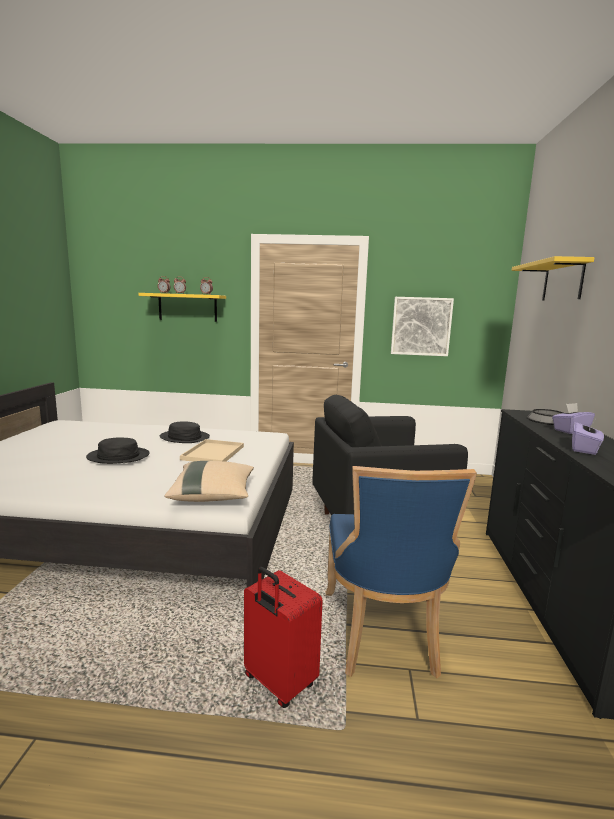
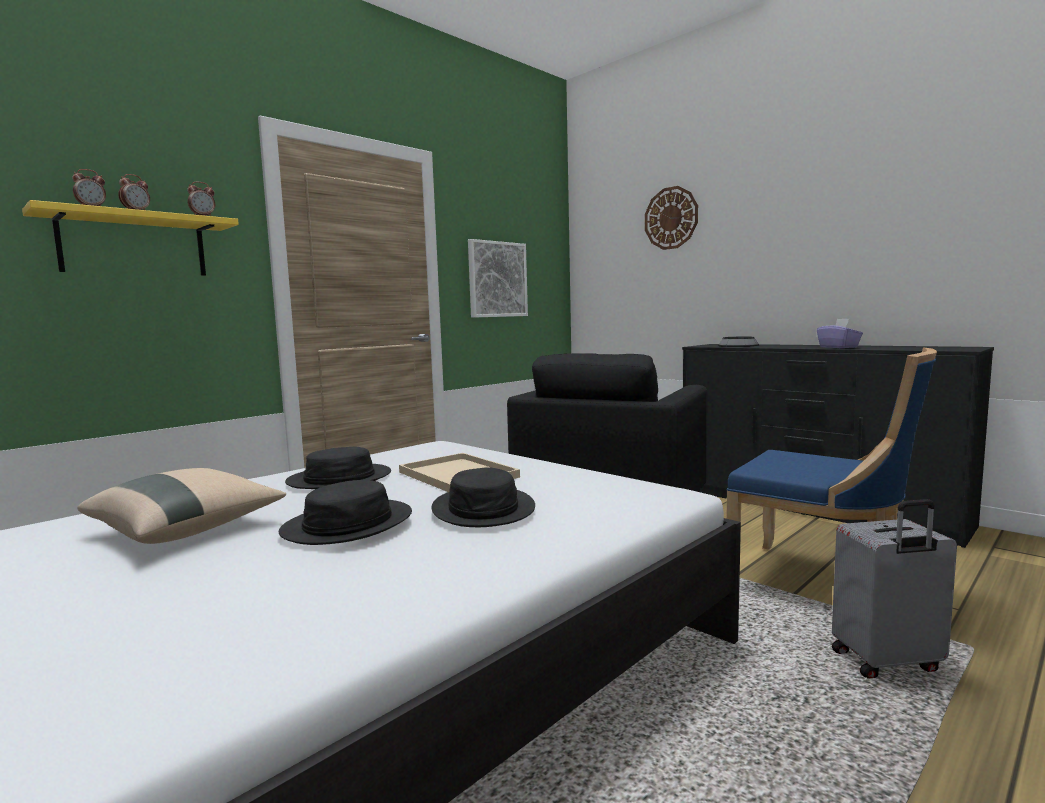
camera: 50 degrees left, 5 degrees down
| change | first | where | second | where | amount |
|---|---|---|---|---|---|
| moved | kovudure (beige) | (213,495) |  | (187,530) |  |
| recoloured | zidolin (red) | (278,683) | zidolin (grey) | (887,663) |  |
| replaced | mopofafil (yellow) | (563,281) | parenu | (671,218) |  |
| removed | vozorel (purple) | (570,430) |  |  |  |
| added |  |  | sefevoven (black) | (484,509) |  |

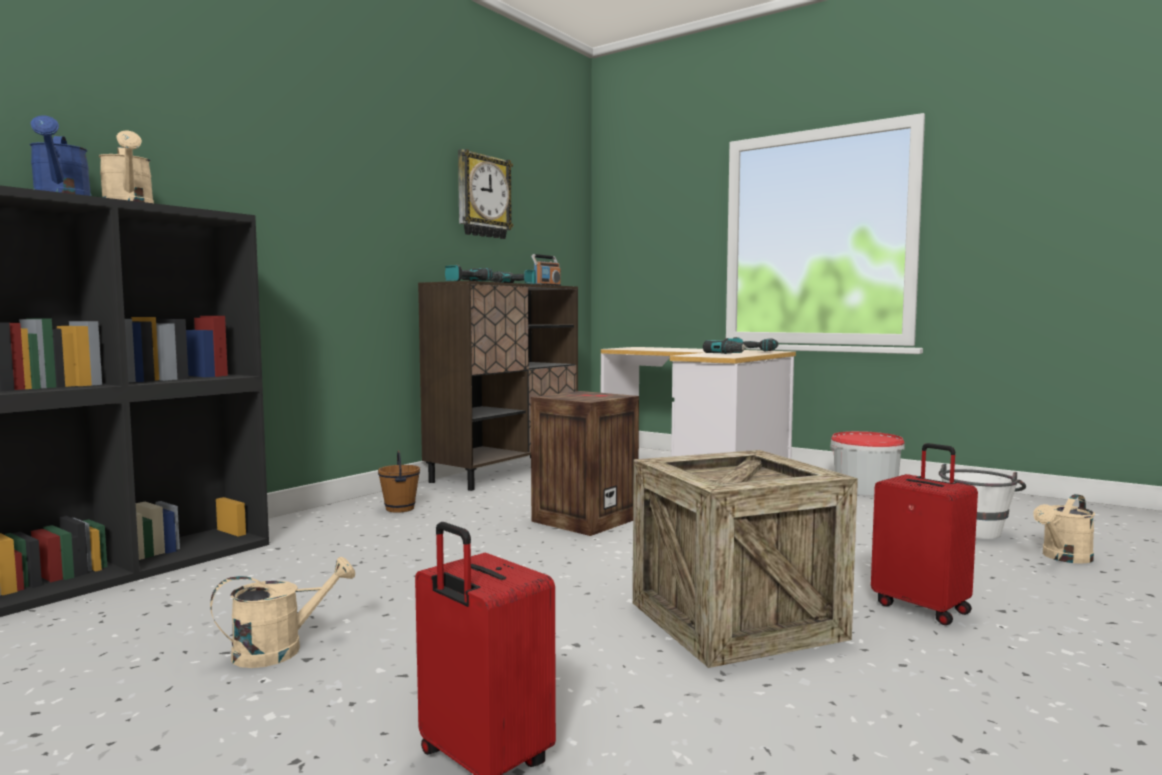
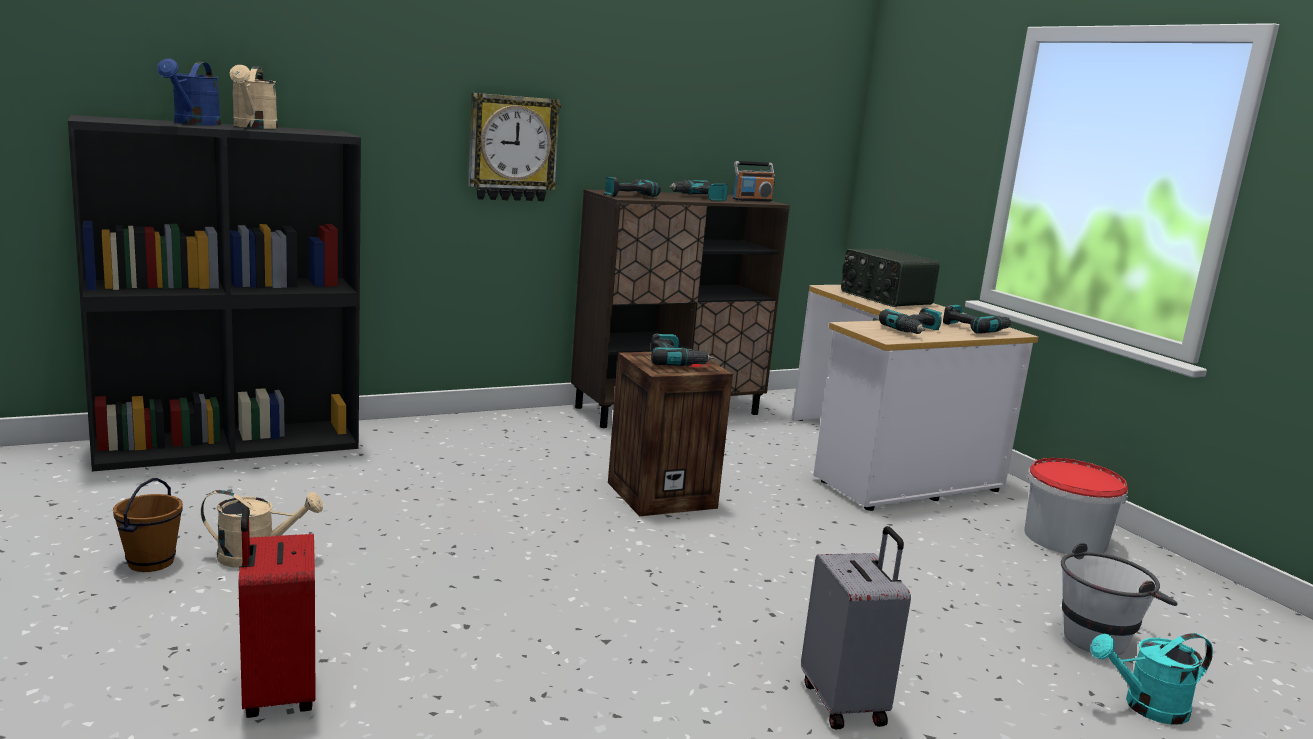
camera: 25 degrees right, 10 degrees up
| change | first | where | second | where | amount |
|---|---|---|---|---|---|
| moved | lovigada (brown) | (399,509) |  | (150,562) |  |
| moved | parenu | (483,196) |  | (512,148) |  |
| removed | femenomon | (735,620) |  |  |  |
| recoloured | zidolin (red) | (922,607) | zidolin (grey) | (845,703) |  |
| recoloured | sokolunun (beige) | (1063,558) | sokolunun (turquoise) | (1146,707) |  |
| added |  |  | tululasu | (675,361) |  |
| added |  |  | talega | (884,298) |  |

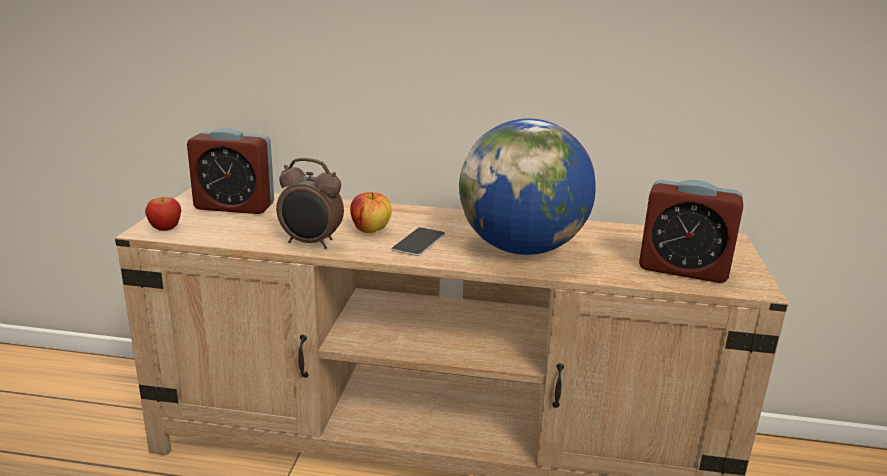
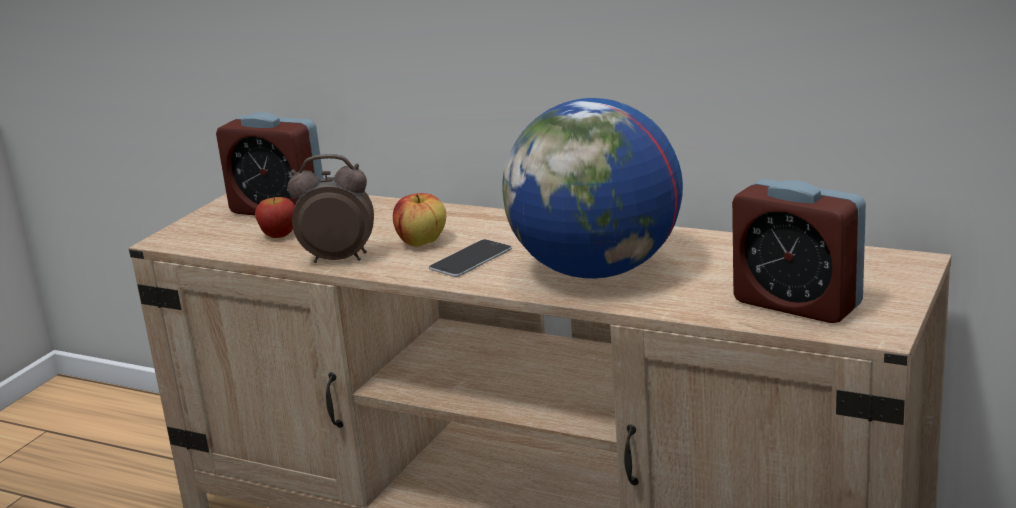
camera: 20 degrees right, 0 degrees up
| change | first | where | second | where | amount |
|---|---|---|---|---|---|
| moved | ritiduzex | (165,228) |  | (279,235) |  |
| turned | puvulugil | (311,243) |  | (339,258) | 150 degrees clockwise |

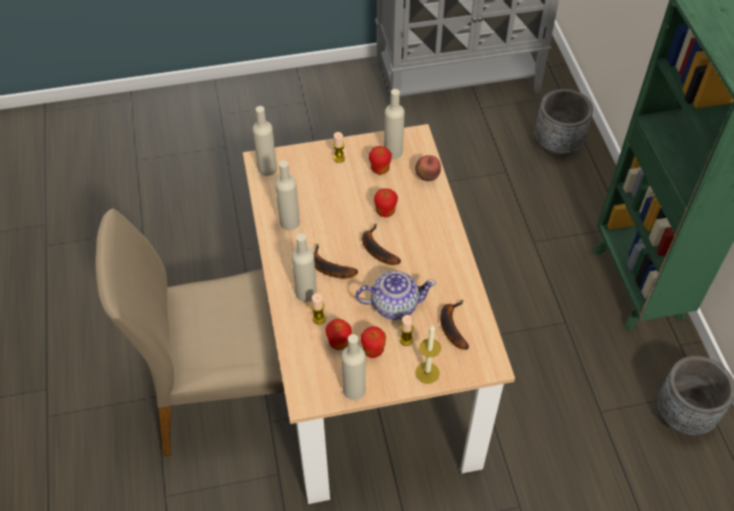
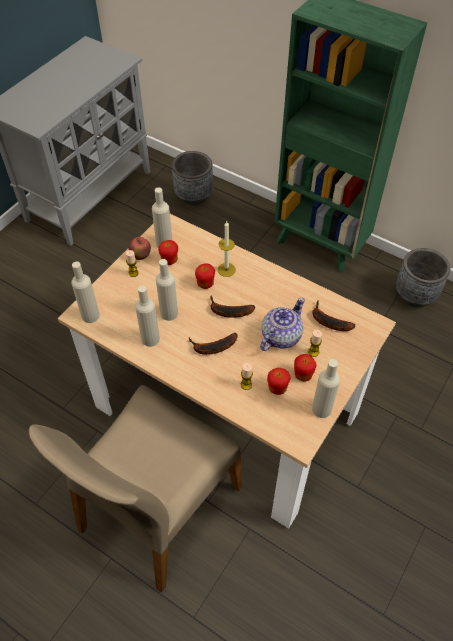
camera: 45 degrees left, 0 degrees up
| change | first | where | second | where | amount |
|---|---|---|---|---|---|
| moved | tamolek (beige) | (306,293) |  | (169,313) |  |
| moved | ritiduzex | (427,177) |  | (140,256) |  |
| moved | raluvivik | (427,373) |  | (226,269) |  |

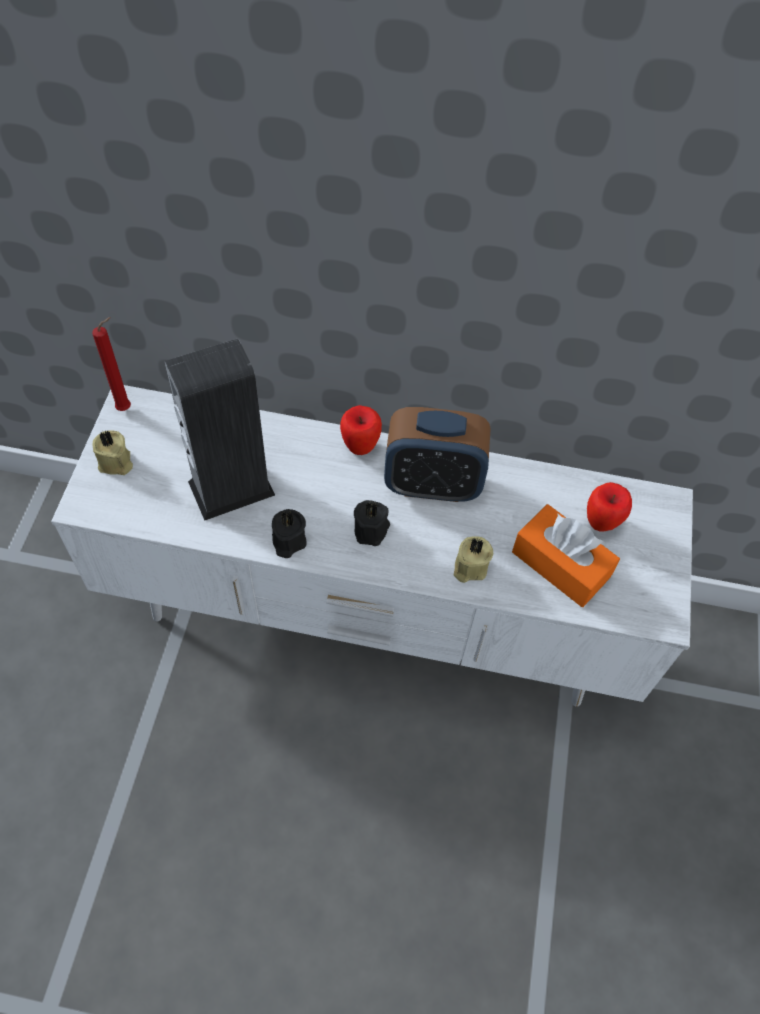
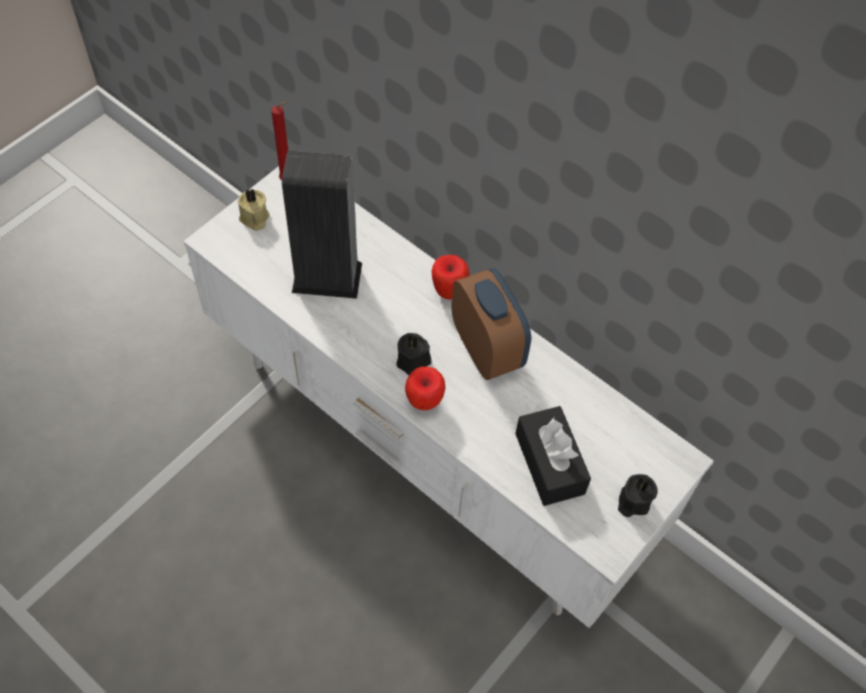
camera: 30 degrees right, 0 degrees up
| change | first | where | second | where | amount |
|---|---|---|---|---|---|
| moved | raluvivik (black) | (287,541) |  | (632,502) |  |
| turned | puvulugil | (432,484) |  | (487,348) | 150 degrees counterclockwise |
| removed | raluvivik (beige) | (469,567) |  |  |  |
| recoloured | vozorel (orange) | (560,564) | vozorel (black) | (549,463) |  |
| moved | ritiduzex | (601,523) |  | (424,403) |  |

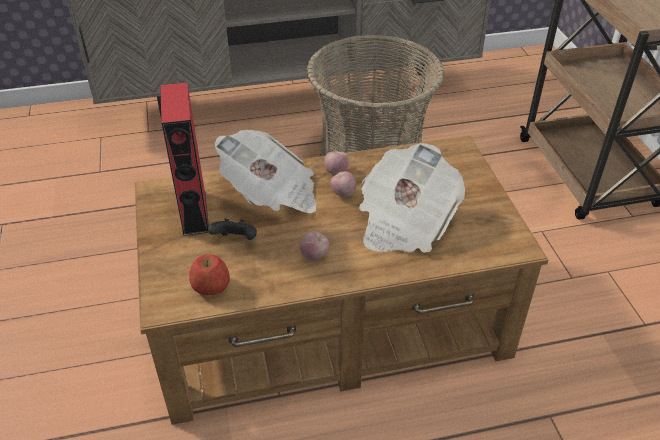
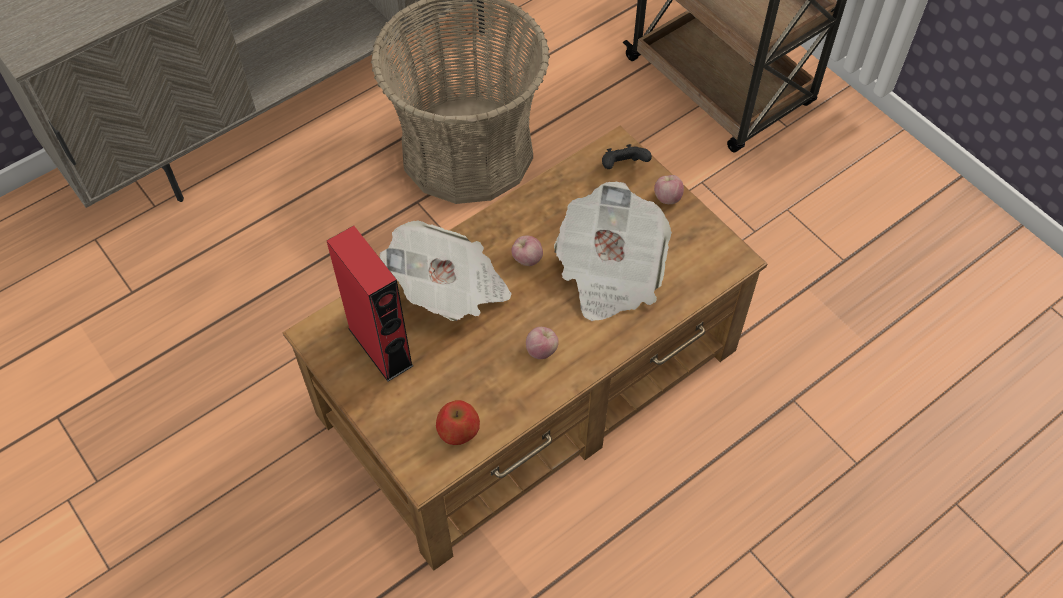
camera: 25 degrees left, 15 degrees up
| change | first | where | second | where | amount |
|---|---|---|---|---|---|
| moved | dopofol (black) | (236,240) |  | (623,166) |  |
| moved | ritiduzex | (336,172) |  | (667,198) |  |

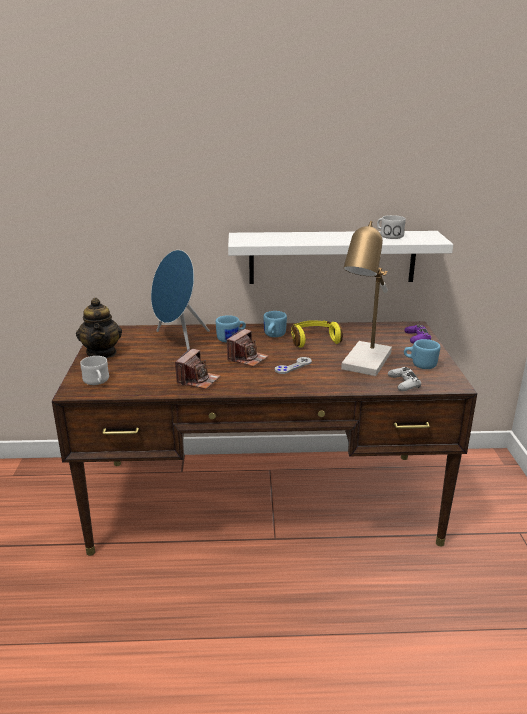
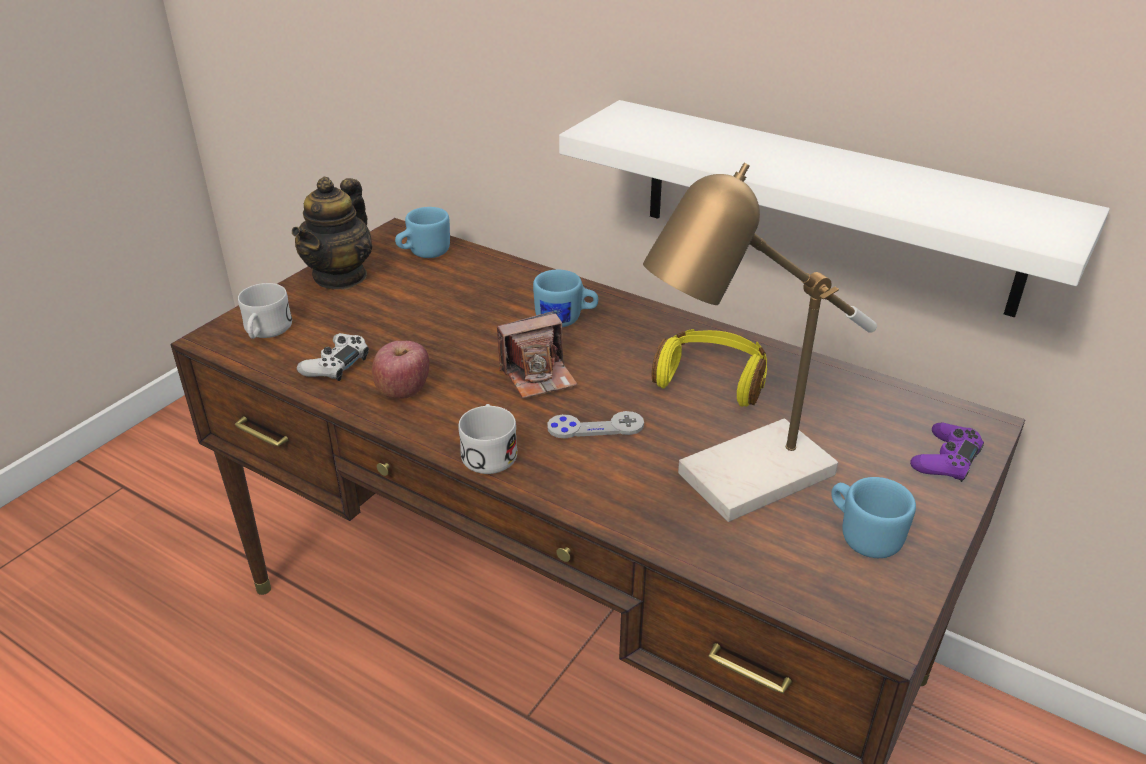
camera: 35 degrees right, 10 degrees up
| change | first | where | second | where | amount |
|---|---|---|---|---|---|
| removed | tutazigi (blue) | (179,340) |  |  |  |
| replaced | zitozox | (198,380) | ritiduzex | (403,390) |  |
| moved | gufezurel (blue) | (273,336) |  | (423,253) |  |
| moved | gufezurel (white) | (388,235) |  | (489,451) |  |
| moved | dopofol (white) | (404,383) |  | (336,364) |  |

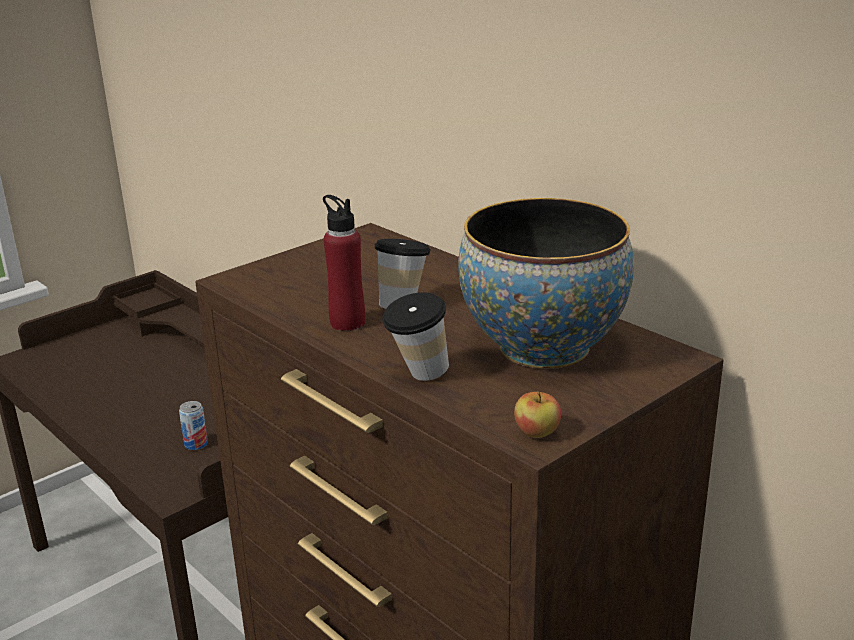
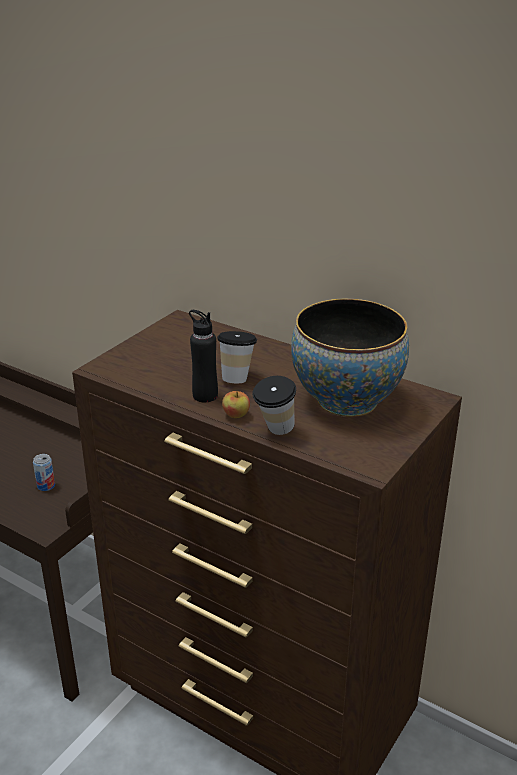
camera: 15 degrees left, 5 degrees up
| change | first | where | second | where | amount |
|---|---|---|---|---|---|
| recoloured | tamolek (red) | (347,322) | tamolek (black) | (205,395) |  |
| moved | ritiduzex | (537,433) |  | (236,415) |  |

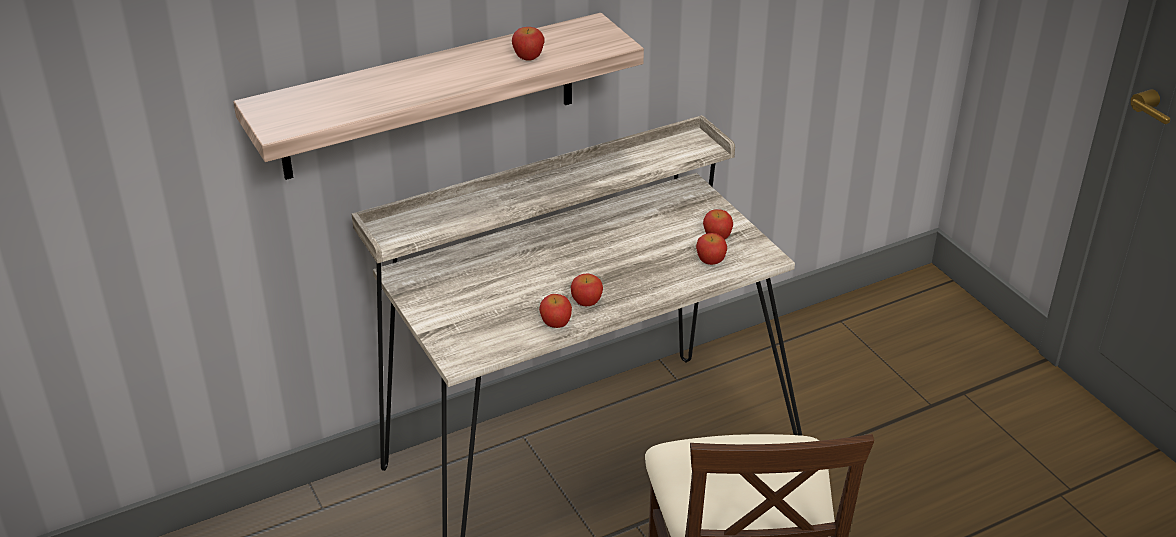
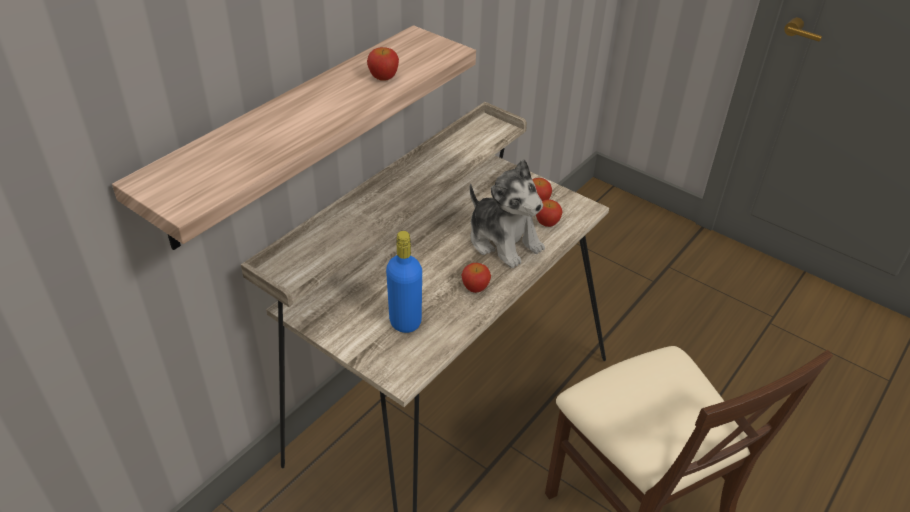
camera: 25 degrees left, 5 degrees up
| change | first | where | second | where | amount |
|---|---|---|---|---|---|
| removed | ritiduzex | (555,323) |  |  |  |
| added |  |  | tamolek (blue) | (405,322) |  |
| added |  |  | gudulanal | (504,241) |  |

